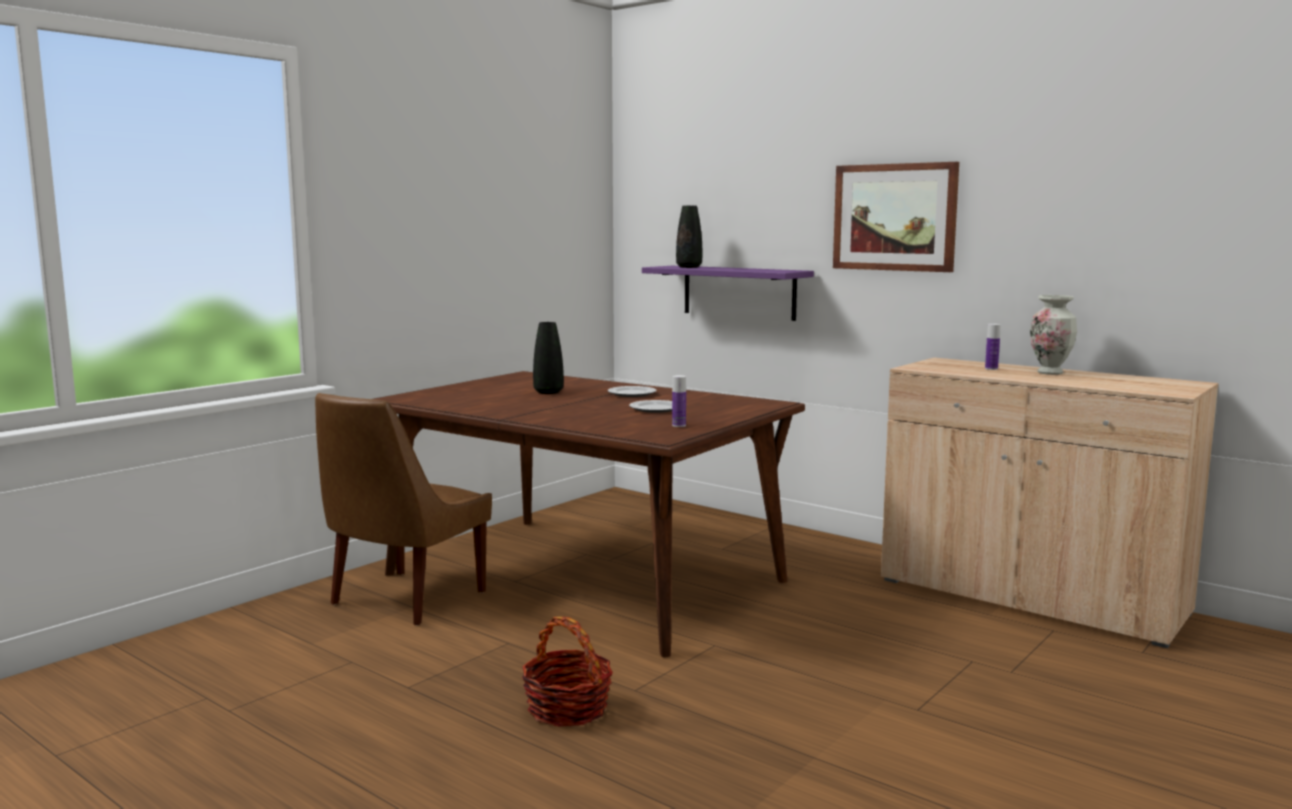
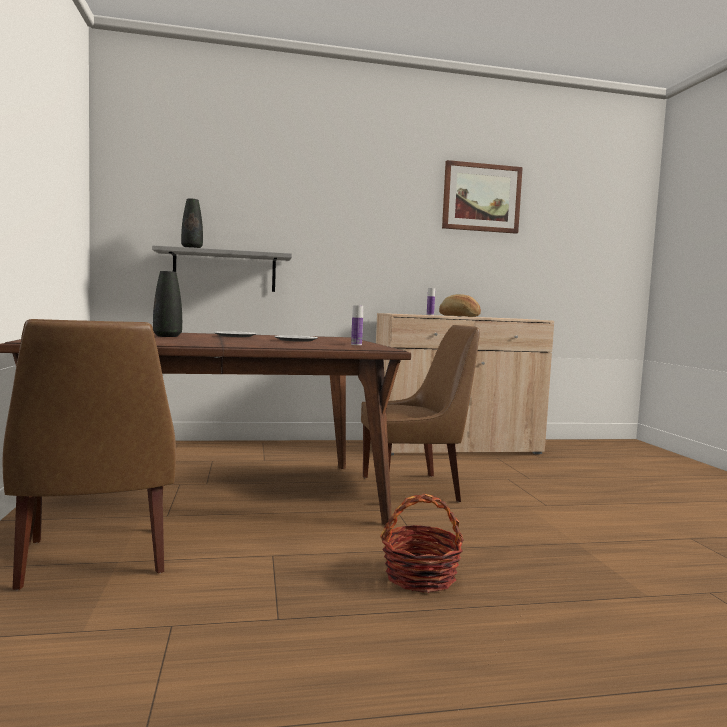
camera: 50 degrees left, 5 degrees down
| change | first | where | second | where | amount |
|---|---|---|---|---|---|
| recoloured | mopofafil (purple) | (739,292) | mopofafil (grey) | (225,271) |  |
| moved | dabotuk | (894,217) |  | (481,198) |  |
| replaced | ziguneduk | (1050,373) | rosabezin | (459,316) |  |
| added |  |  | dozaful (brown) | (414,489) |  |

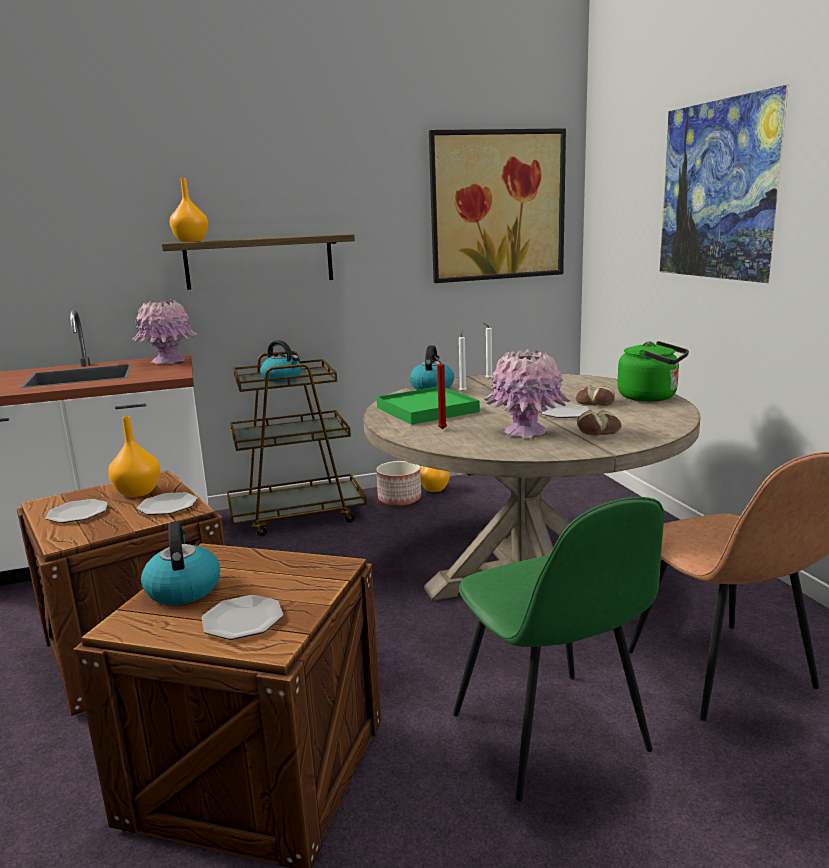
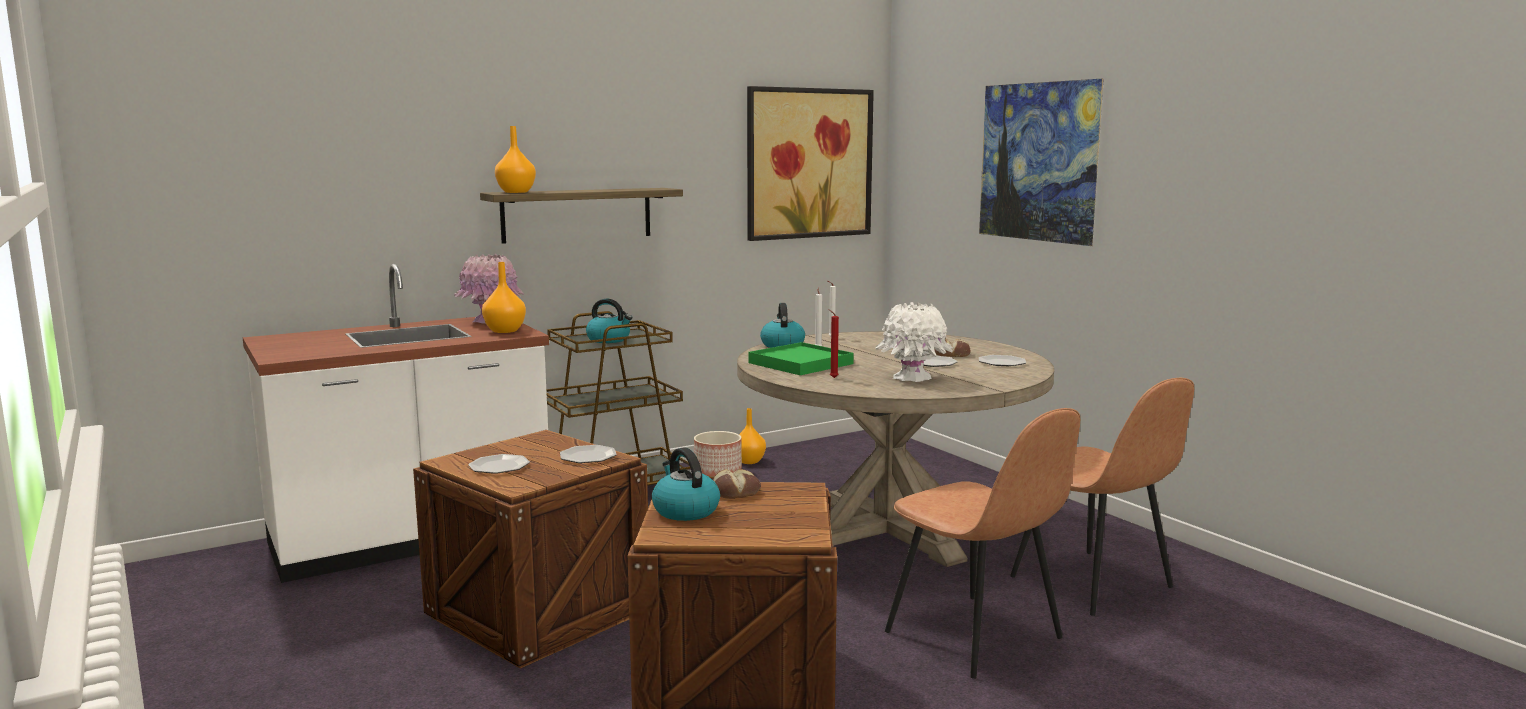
camera: 15 degrees left, 5 degrees down
| change | first | where | second | where | amount |
|---|---|---|---|---|---|
| moved | ziguneduk (orange) | (137,493) |  | (505,331) |  |
| moved | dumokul | (242,620) |  | (1001,363) |  |
| recoloured | dozaful (green) | (551,735) | dozaful (brown) | (976,637) |  |
| recoloured | ziguneduk (pink) | (526,432) | ziguneduk (white) | (913,378) |  |
| moved | rosabezin | (598,430) |  | (736,491) |  |
| removed | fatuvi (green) | (651,397) |  |  |  |

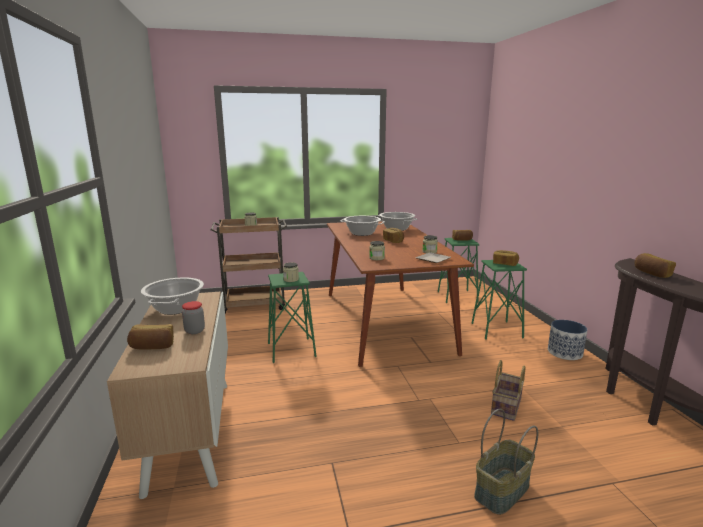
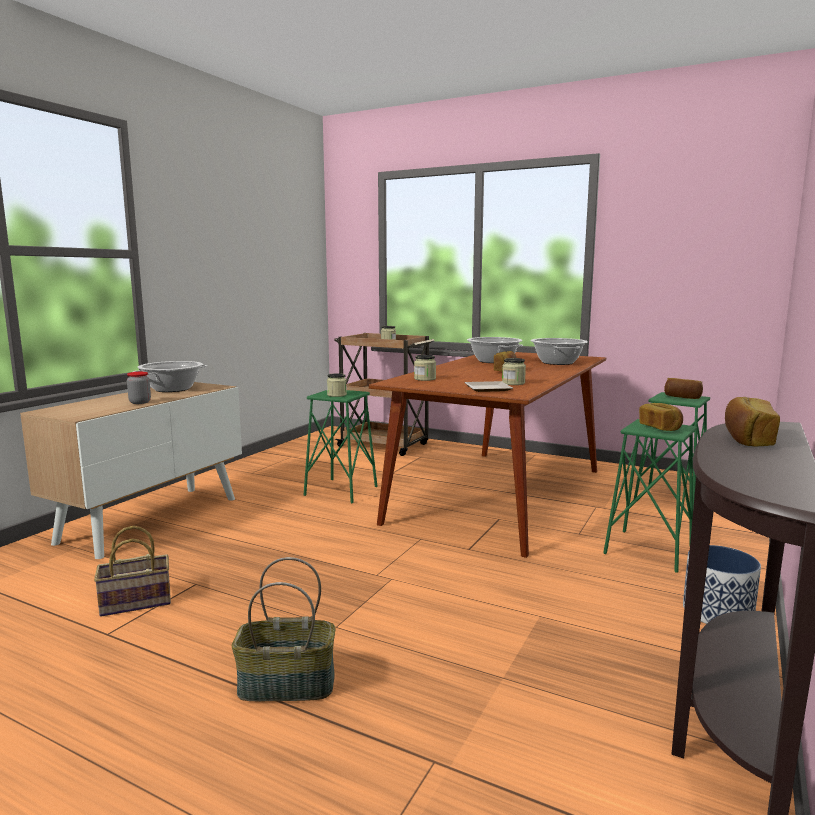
camera: 40 degrees right, 5 degrees down
| change | first | where | second | where | amount |
|---|---|---|---|---|---|
| removed | rosabezin | (153,347) |  |  |  |
| moved | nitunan | (507,407) |  | (134,603) |  |

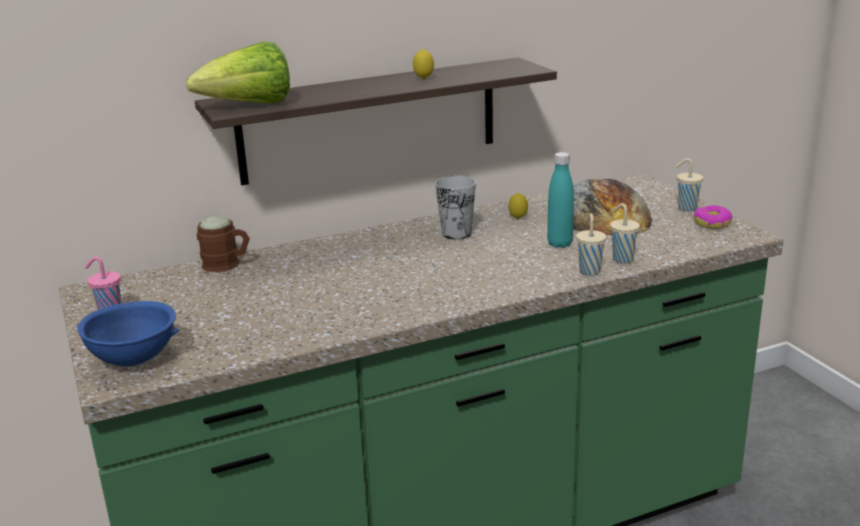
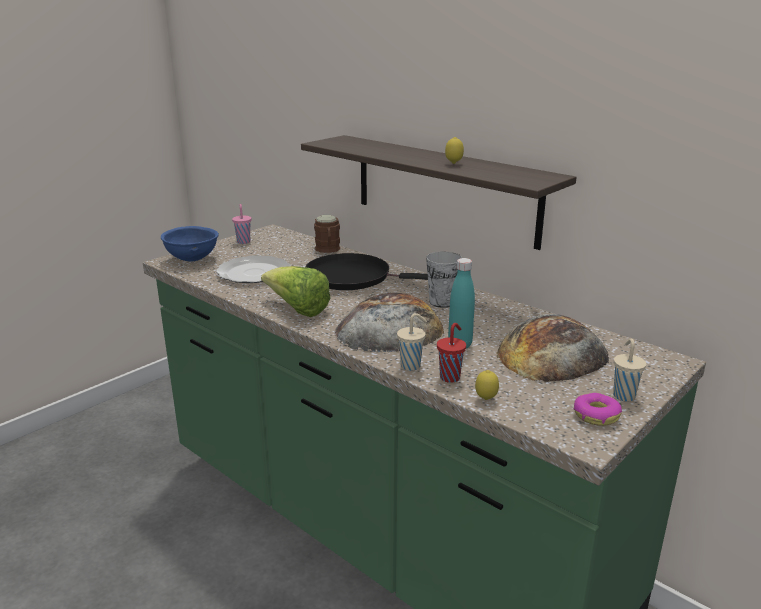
camera: 65 degrees right, 0 degrees up
| change | first | where | second | where | amount |
|---|---|---|---|---|---|
| moved | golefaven | (249,106) |  | (297,309) |  |
| moved | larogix | (518,219) |  | (486,399) |  |
| recoloured | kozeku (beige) | (621,259) | kozeku (red) | (450,377) |  |
| added |  |  | dumokul | (253,273) |  |
| added |  |  | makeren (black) | (354,277) |  |
| added |  |  | rosabezin | (390,329) |  |

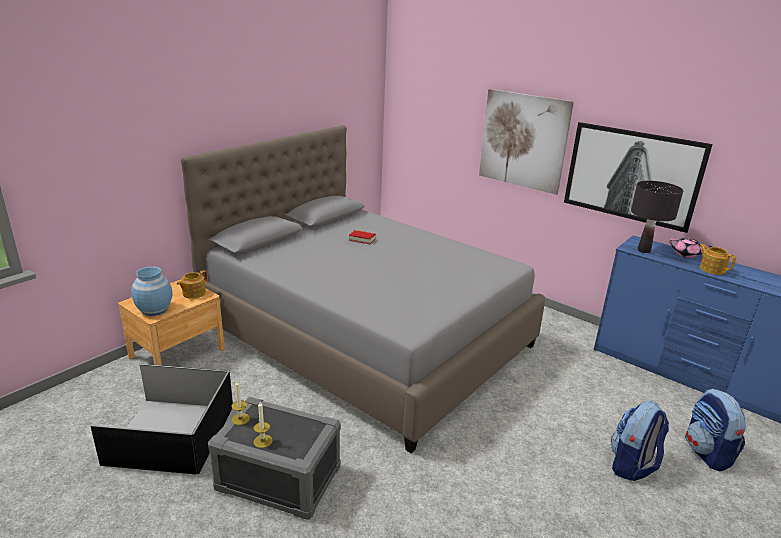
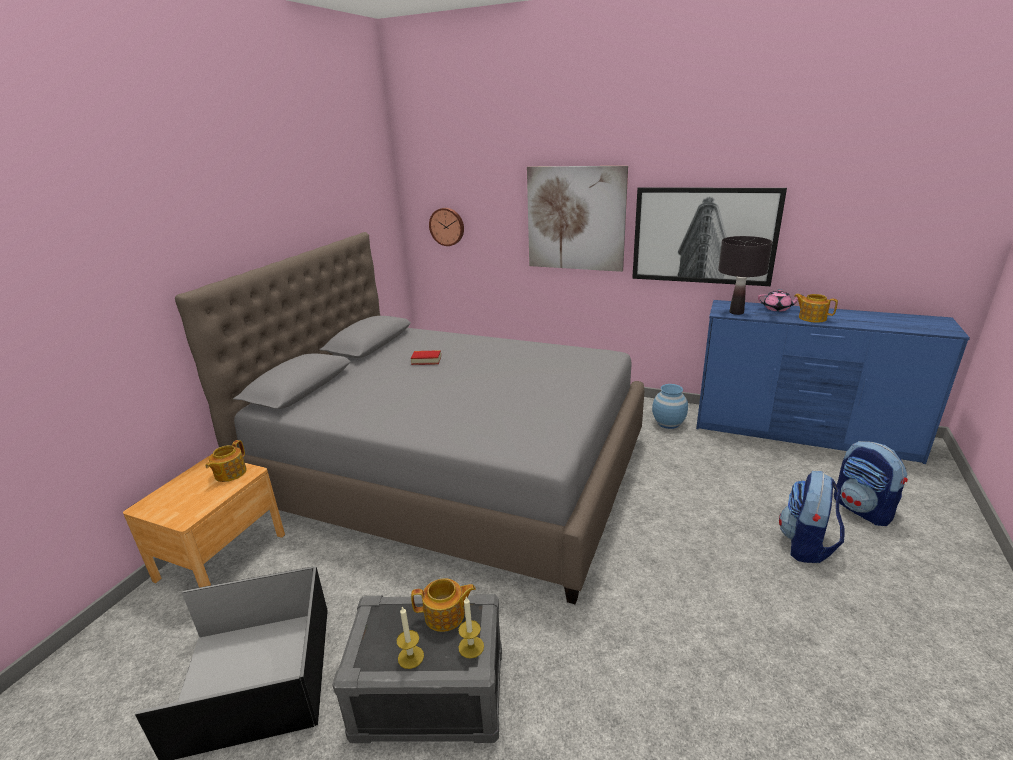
camera: 15 degrees left, 0 degrees up
| change | first | where | second | where | amount |
|---|---|---|---|---|---|
| moved | ziguneduk (blue) | (154,310) |  | (668,423) |  |
| moved | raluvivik | (240,419) |  | (471,647) |  |
| added |  |  | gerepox | (445,615) |  |
| added |  |  | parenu | (447,226) |  |

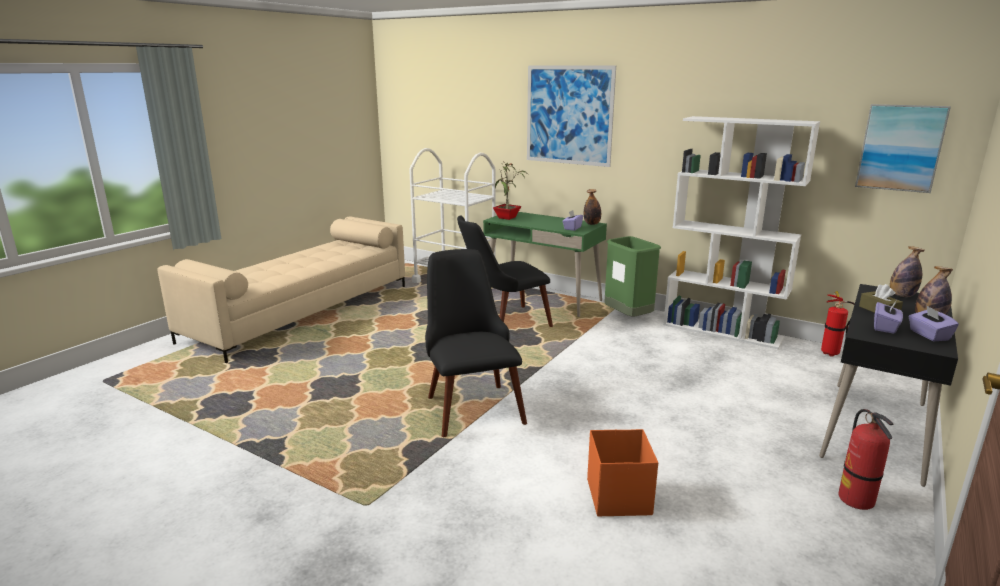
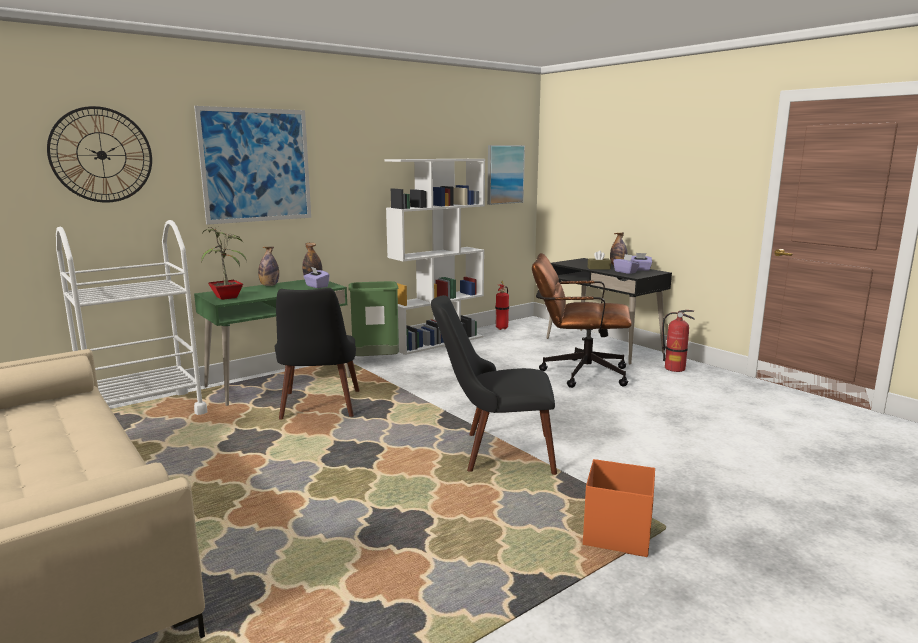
camera: 70 degrees left, 5 degrees down
| change | first | where | second | where | amount |
|---|---|---|---|---|---|
| moved | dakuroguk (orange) | (619,496) |  | (616,534) |  |
| moved | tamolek | (901,295) |  | (269,285) |  |
| added |  |  | parenu | (101,155) |  |
| added |  |  | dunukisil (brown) | (577,373) |  |

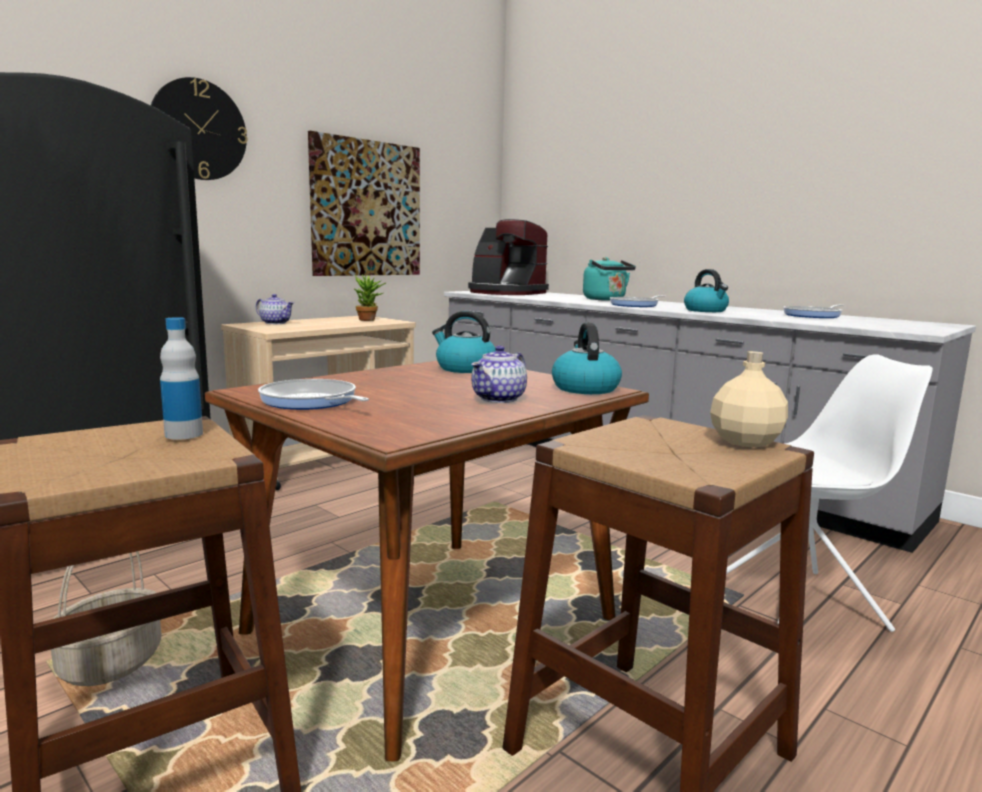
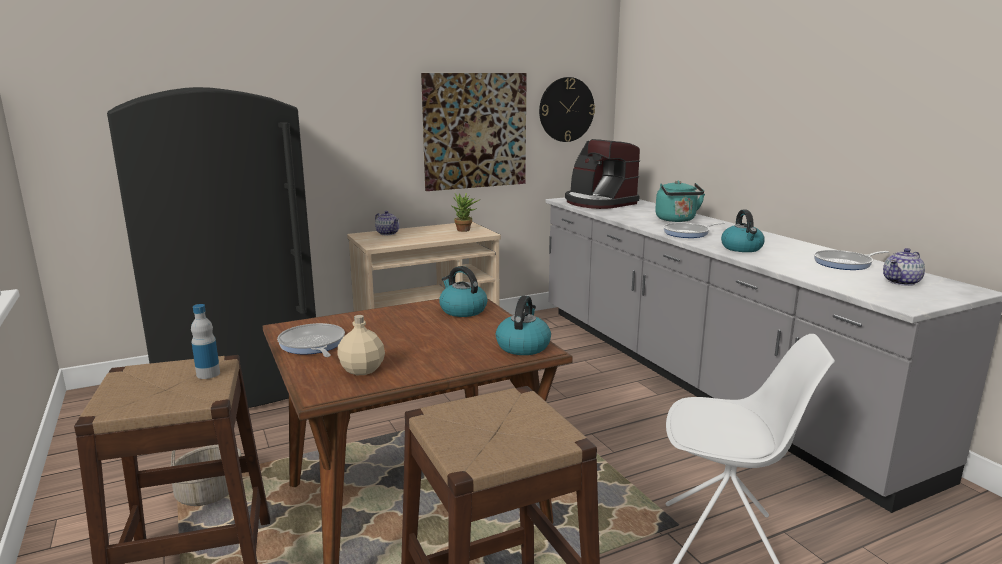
camera: 20 degrees right, 5 degrees up
| change | first | where | second | where | amount |
|---|---|---|---|---|---|
| moved | parenu | (199,130) |  | (566,109) |  |
| moved | gerepox | (499,399) |  | (902,282) |  |
| moved | tamolek (beige) | (747,441) |  | (362,370) |  |

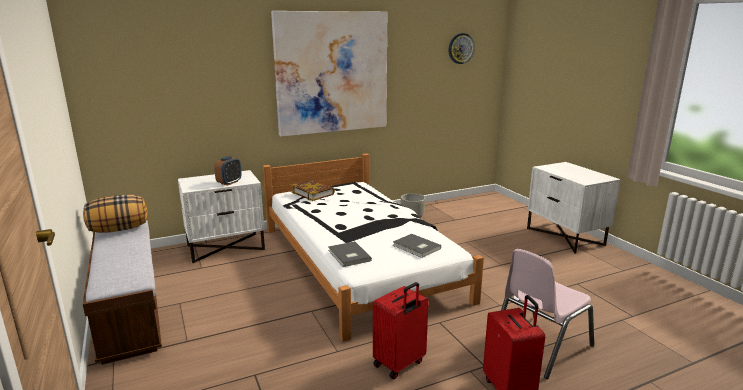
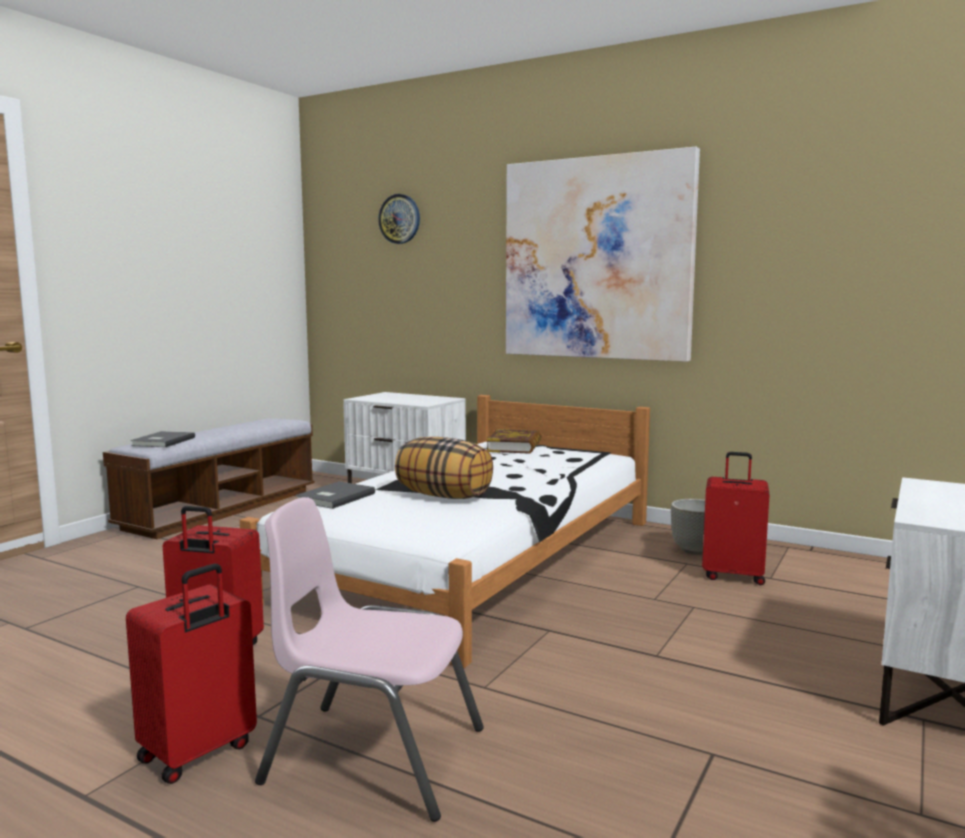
camera: 55 degrees right, 10 degrees down
| change | first | where | second | where | amount |
|---|---|---|---|---|---|
| moved | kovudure | (119,229) |  | (444,496) |  |
| removed | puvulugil | (229,182) |  |  |  |
| moved | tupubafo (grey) | (416,247) |  | (161,441) |  |
| moved | parenu | (461,48) |  | (400,219) |  |
| added |  |  | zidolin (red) | (733,575) |  |

